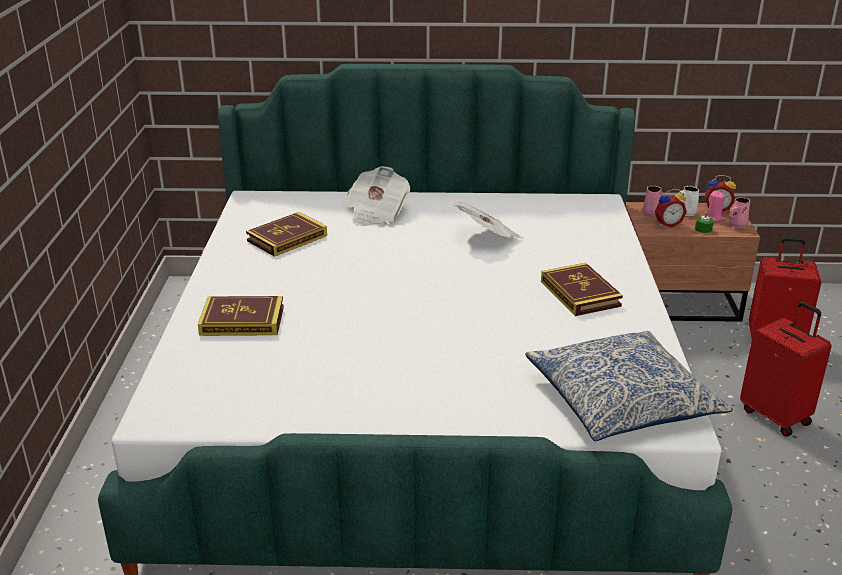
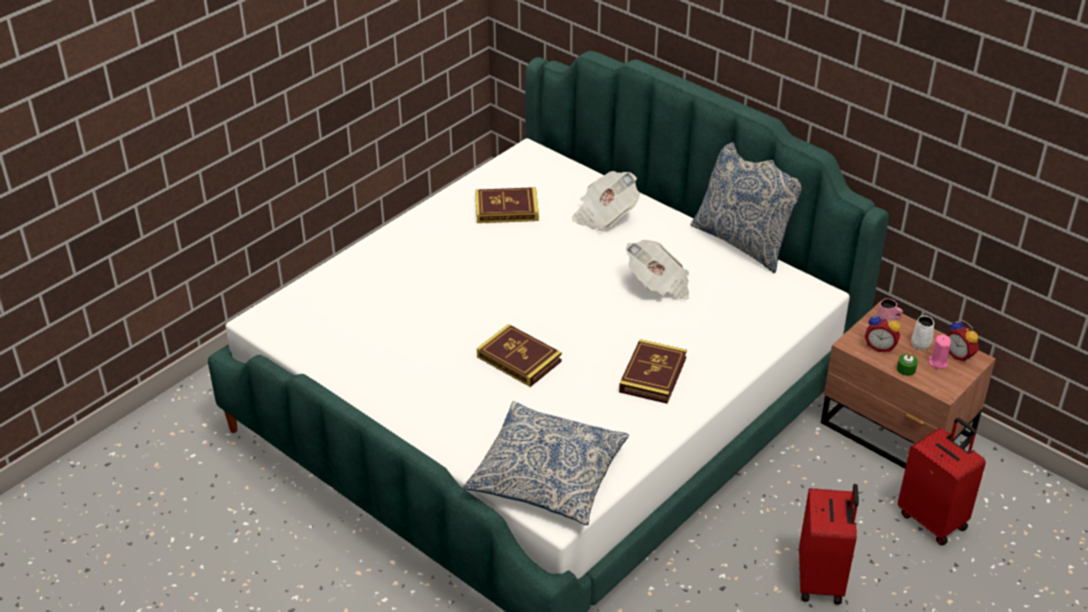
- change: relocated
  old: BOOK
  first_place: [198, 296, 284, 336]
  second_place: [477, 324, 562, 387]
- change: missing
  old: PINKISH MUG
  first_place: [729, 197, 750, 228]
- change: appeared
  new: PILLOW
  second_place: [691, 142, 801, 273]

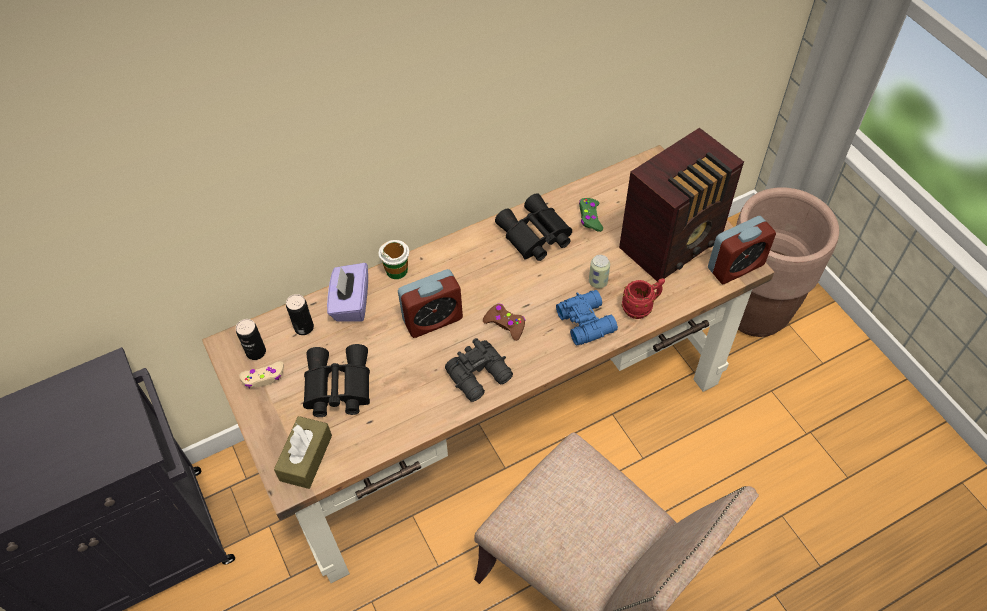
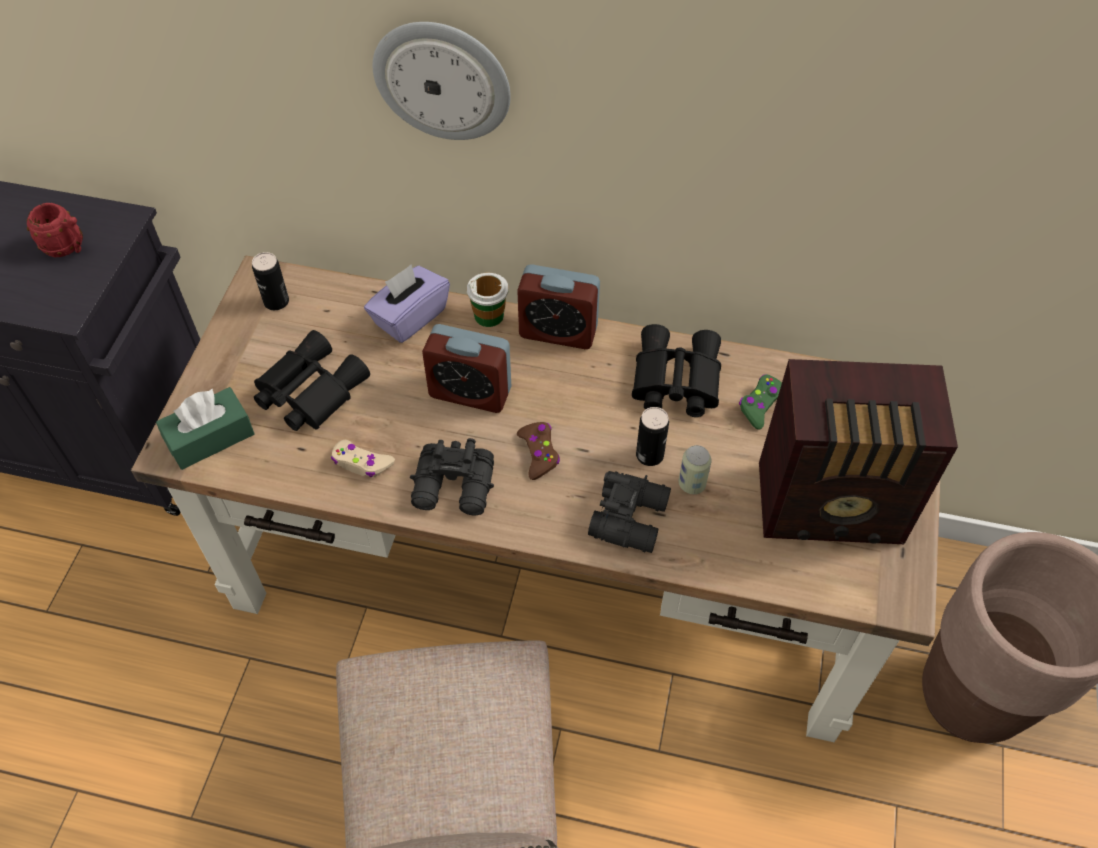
- change: relocated
  old: BEIGE GAME CONTROLLER
  first_place: [239, 361, 284, 388]
  second_place: [331, 440, 395, 477]
- change: colour
  old: BROWN-COLOURED TISSUE BOX
  new: GREEN TISSUE BOX
  first_place: [274, 416, 332, 489]
  second_place: [156, 387, 255, 470]
- change: relocated
  old: METAL CAN
  first_place: [286, 294, 314, 335]
  second_place: [636, 407, 669, 466]
- change: colour
  old: BLUE PAIR OF BINOCULARS
  new: BLACK-COLOURED PAIR OF BINOCULARS
  first_place: [556, 290, 618, 345]
  second_place: [588, 471, 671, 553]
- change: relocated
  old: RED-COLOURED MUG
  first_place: [622, 278, 665, 319]
  second_place: [27, 203, 83, 257]
- change: relocated
  old: ALARM CLOCK
  first_place: [708, 216, 776, 284]
  second_place: [517, 264, 600, 349]
- change: appeared
  new: CLOCK ON THE WALL
  second_place: [373, 22, 511, 140]

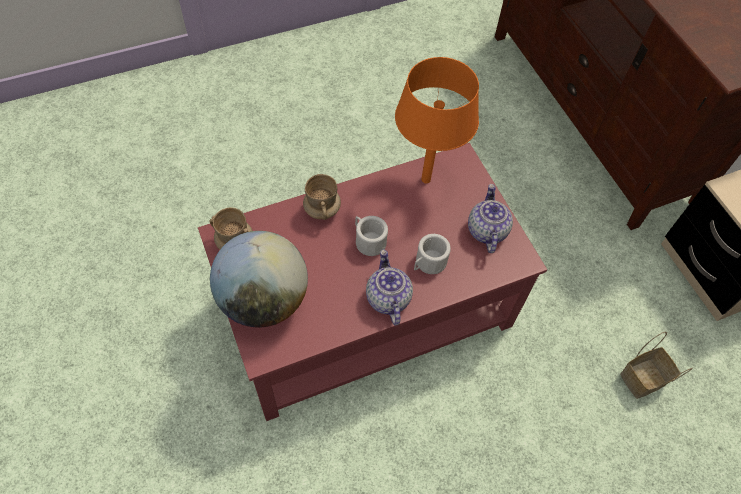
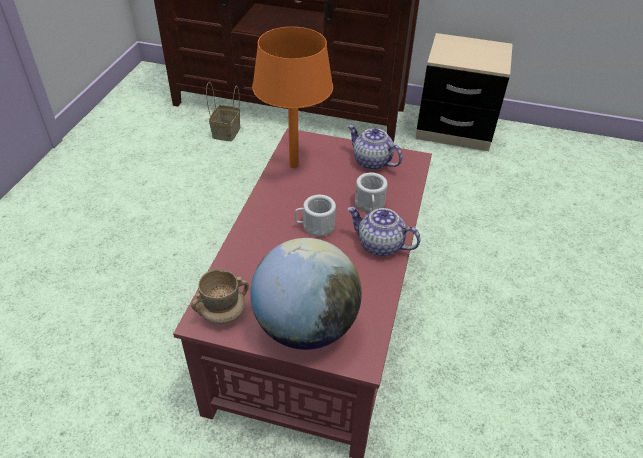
- change: missing
  old: BEIGE MUG
  first_place: [303, 174, 341, 220]
- change: relocated
  old: HOUSEHOLD BASKET
  first_place: [620, 332, 693, 399]
  second_place: [206, 82, 240, 141]

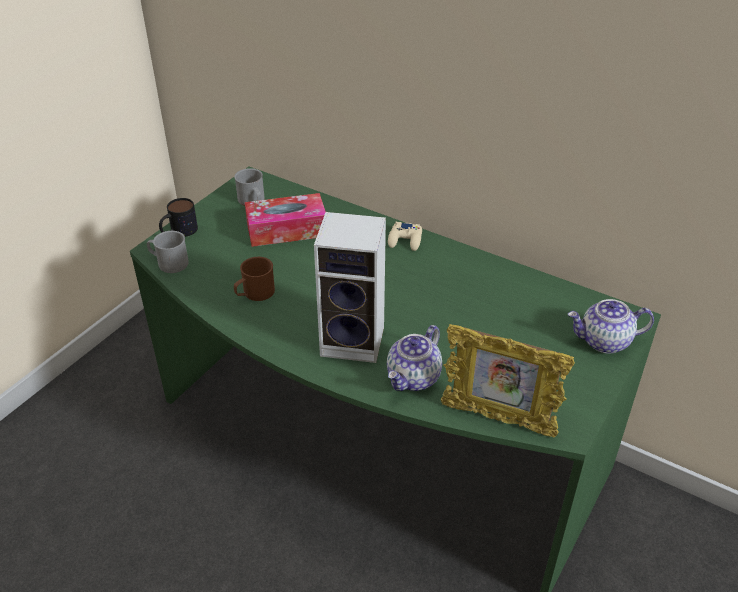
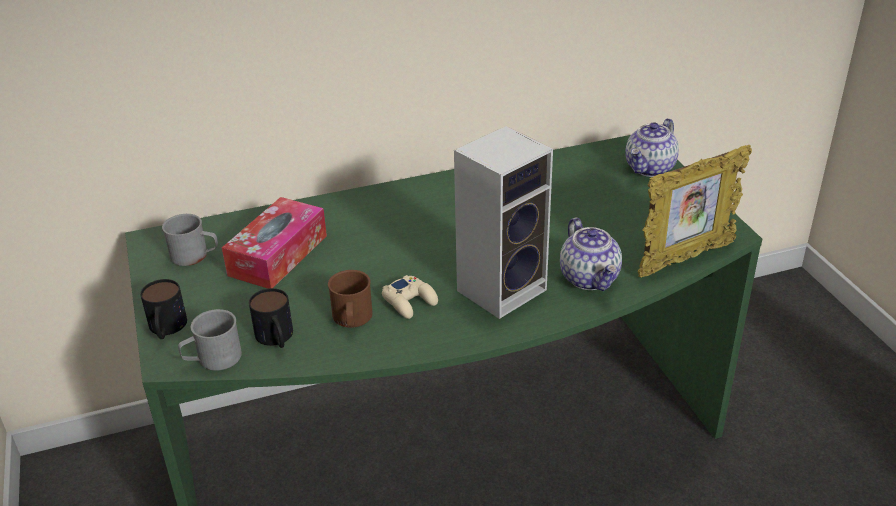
- change: relocated
  old: BEIGE GAME CONTROLLER
  first_place: [388, 221, 422, 251]
  second_place: [382, 275, 438, 319]
- change: appeared
  new: MUG
  second_place: [249, 288, 293, 348]

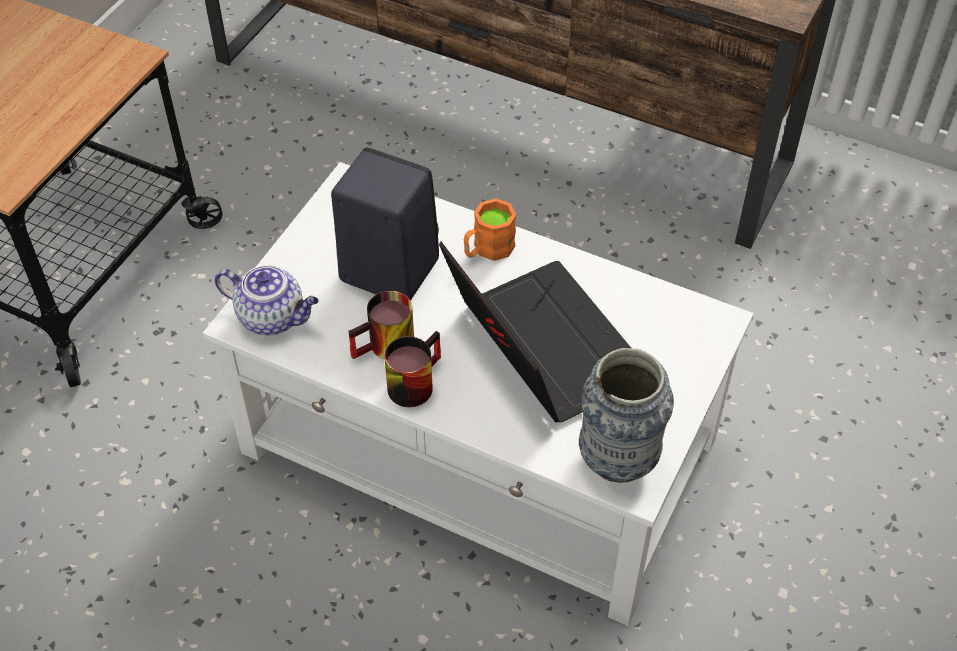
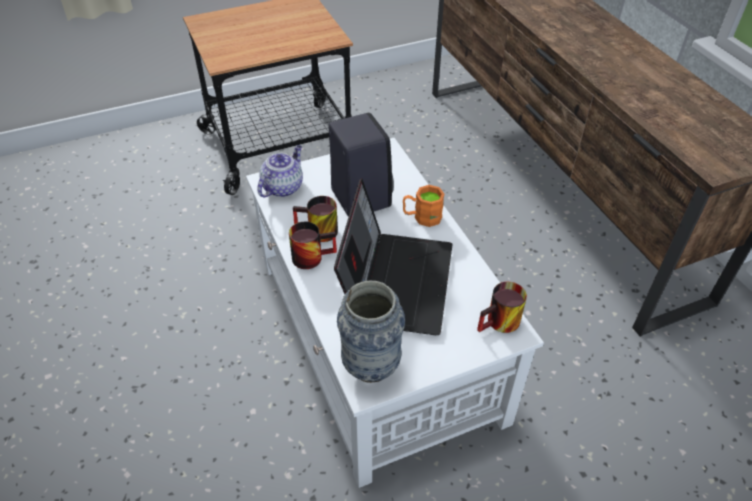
- change: spun
  old: TEAPOT
  first_place: [215, 265, 319, 335]
  second_place: [257, 145, 303, 197]
  degrees: -120
- change: appeared
  new: MUG
  second_place: [477, 282, 527, 333]

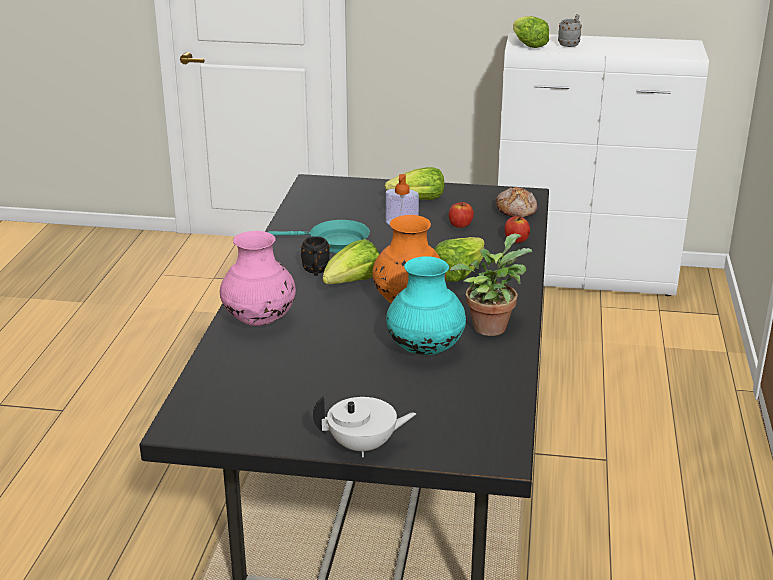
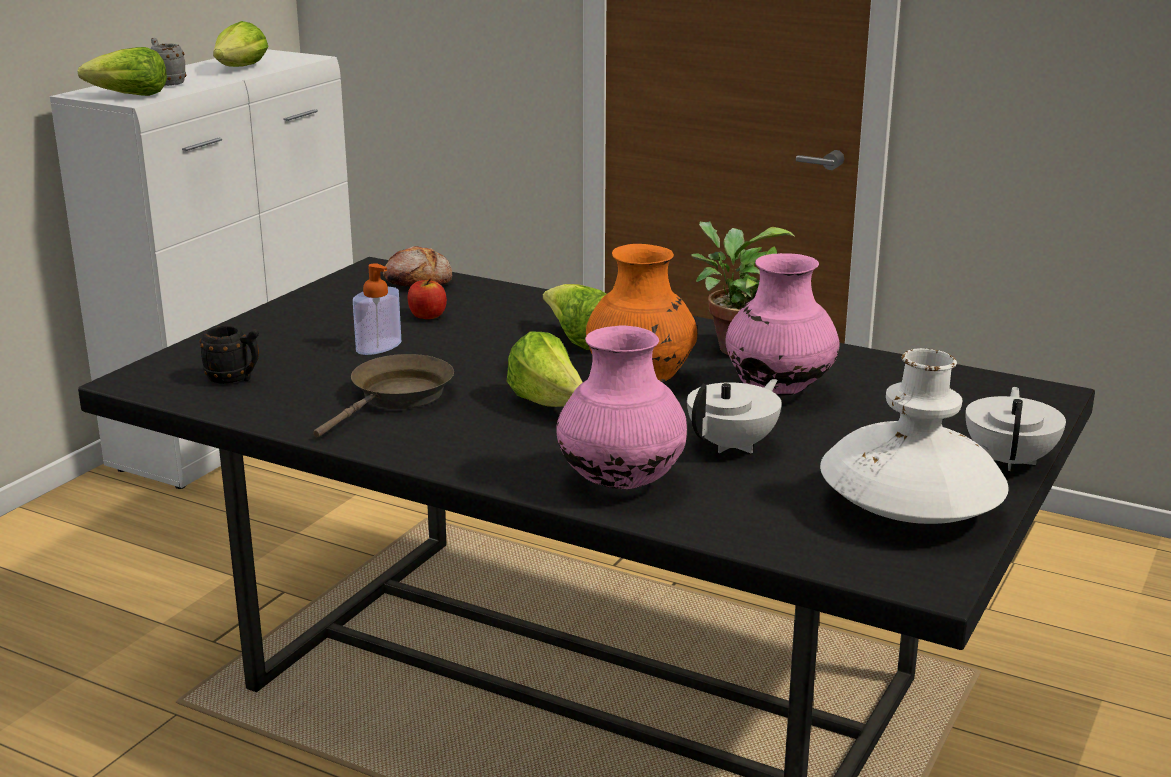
- change: colour
  old: TURQUOISE-COLOURED PAN
  new: BROWN-COLOURED PAN
  first_place: [268, 220, 370, 253]
  second_place: [313, 354, 454, 437]
- change: relocated
  old: BLACK-COLOURED MUG
  first_place: [301, 236, 330, 276]
  second_place: [200, 325, 259, 384]
- change: relocated
  old: HEAD OF LETTUCE
  first_place: [385, 167, 444, 200]
  second_place: [213, 21, 269, 67]
- change: colour
  old: TURQUOISE-COLOURED DECORATIVE VASE
  new: PINKISH DECORATIVE VASE
  first_place: [386, 256, 466, 355]
  second_place: [725, 253, 840, 396]
- change: missing
  old: WHOLE APPLE
  first_place: [505, 216, 530, 243]
- change: appeared
  new: WHITISH TEAPOT
  second_place: [687, 379, 782, 454]
- change: appeared
  new: WHITISH DECORATIVE VASE
  second_place: [820, 348, 1008, 524]

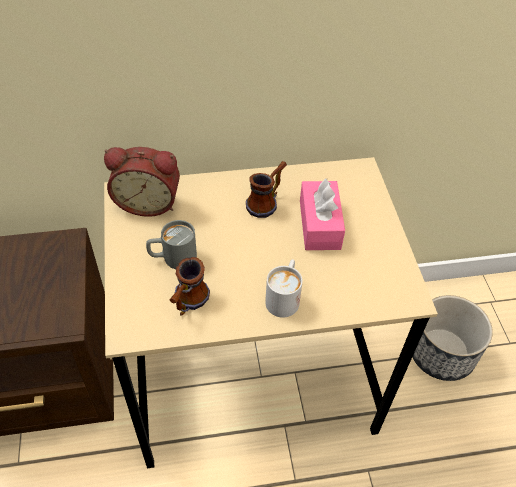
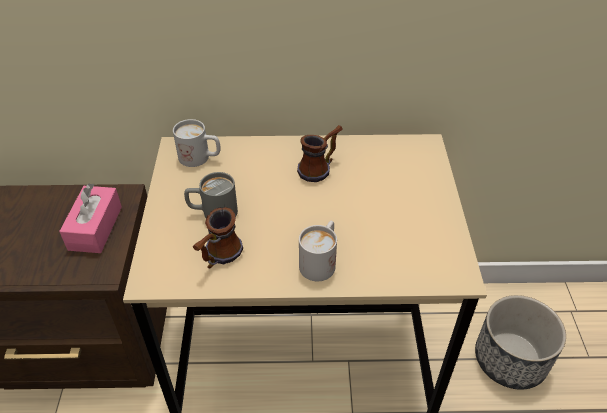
- change: exchanged
  old: ALARM CLOCK
  new: WHITISH MUG
  first_place: [104, 147, 180, 217]
  second_place: [173, 119, 221, 167]
- change: relocated
  old: PINKISH TISSUE BOX
  first_place: [300, 178, 345, 250]
  second_place: [59, 183, 122, 253]

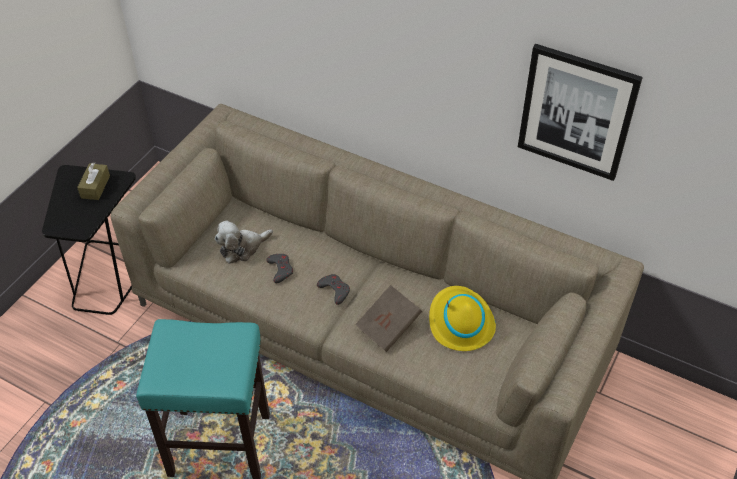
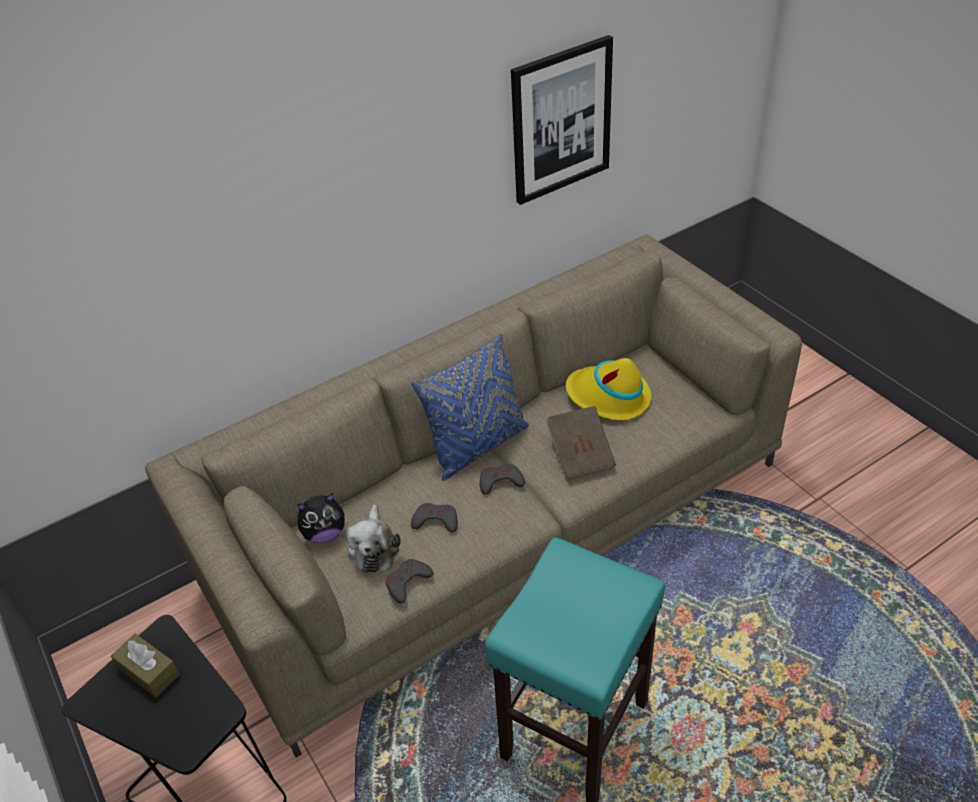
- change: appeared
  new: SOFT TOY
  second_place: [298, 493, 345, 543]
- change: appeared
  new: GREY GAME CONTROLLER
  second_place: [386, 559, 434, 604]
- change: appeared
  new: BLUE PILLOW
  second_place: [411, 334, 529, 481]

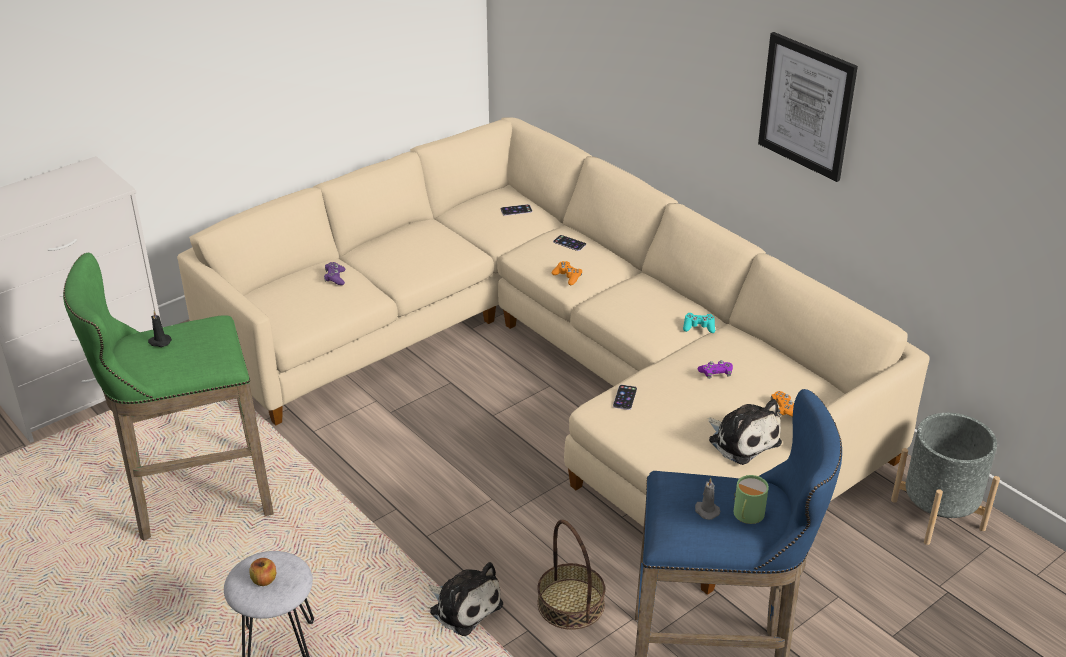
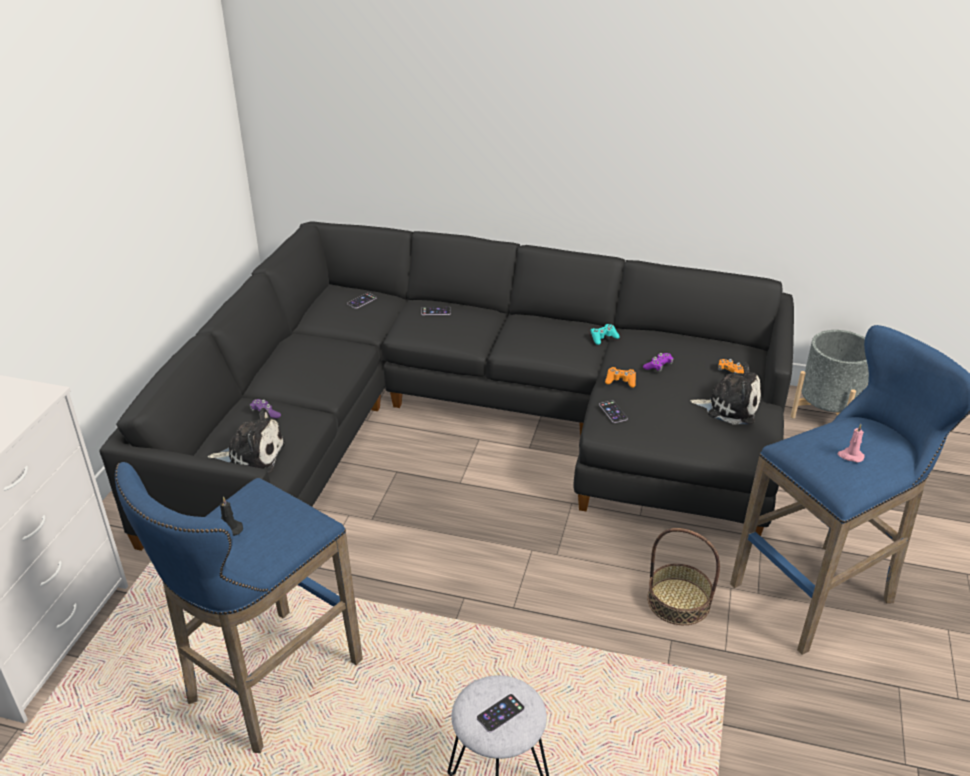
- change: colour
  old: GREEN SITTING STOOL
  new: BLUE SITTING STOOL
  first_place: [63, 253, 274, 541]
  second_place: [115, 462, 363, 753]
- change: colour
  old: BEIGE COUCH
  new: BLACK-COLOURED COUCH
  first_place: [177, 118, 930, 595]
  second_place: [100, 221, 794, 551]
- change: exchanged
  old: WHOLE APPLE
  new: HANDSET
  first_place: [249, 558, 276, 586]
  second_place: [477, 694, 525, 733]
- change: relocated
  old: SOFT TOY
  first_place: [428, 562, 503, 636]
  second_place: [208, 408, 286, 474]
- change: relocated
  old: ORANGEY GAME CONTROLLER
  first_place: [552, 261, 582, 285]
  second_place: [605, 367, 636, 388]
- change: colour
  old: GREY WAX LIGHT
  new: PINKISH WAX LIGHT
  first_place: [695, 478, 720, 520]
  second_place: [837, 424, 865, 462]
- change: missing
  old: GREEN MUG
  first_place: [734, 475, 769, 524]
- change: missing
  old: WALL PICTURE
  first_place: [758, 32, 858, 182]

